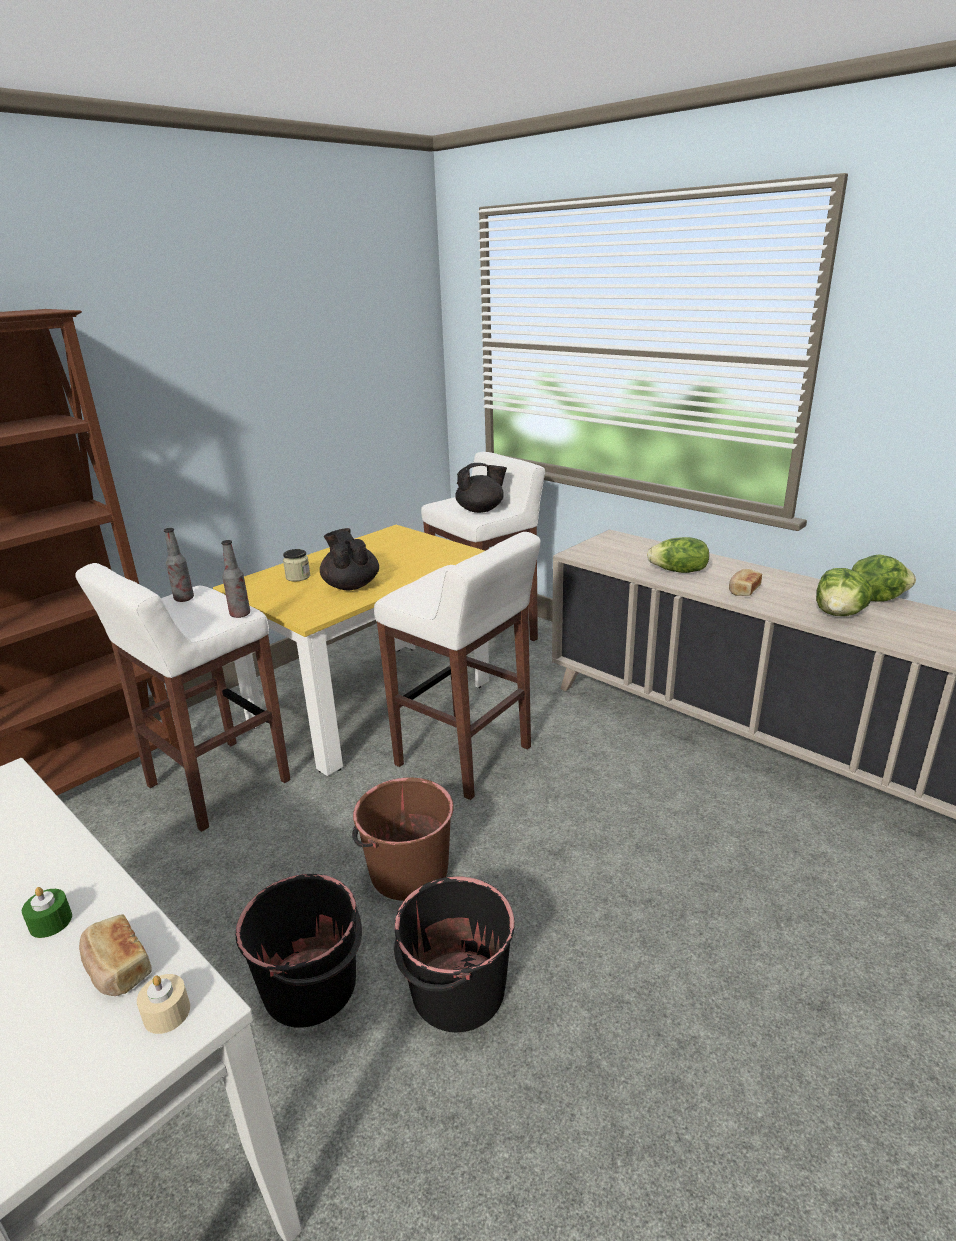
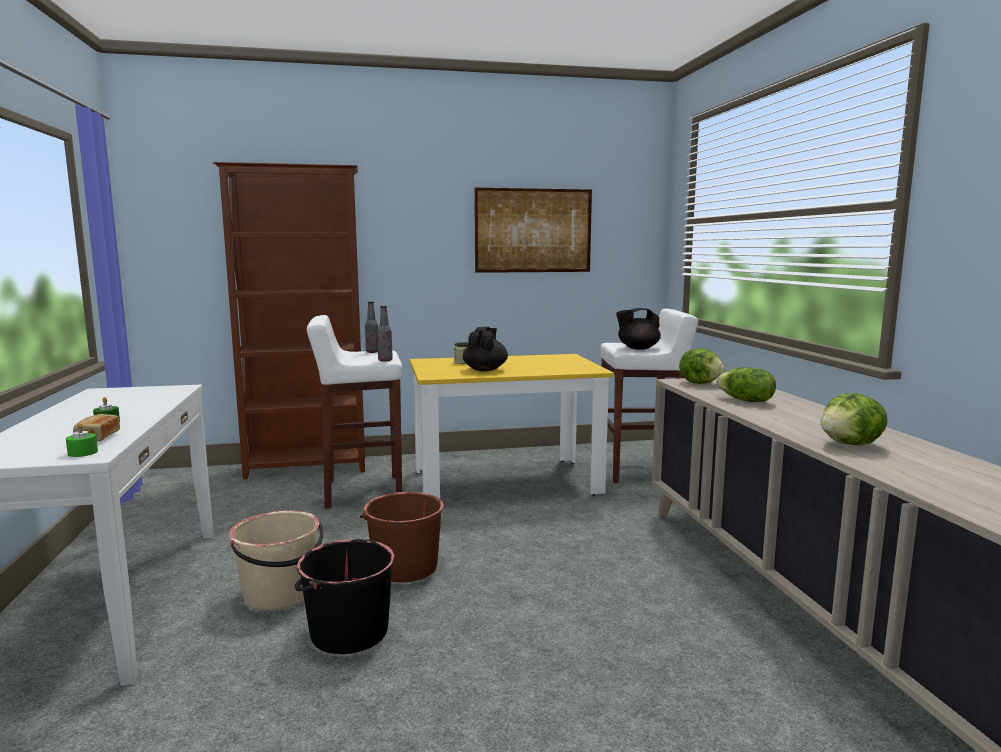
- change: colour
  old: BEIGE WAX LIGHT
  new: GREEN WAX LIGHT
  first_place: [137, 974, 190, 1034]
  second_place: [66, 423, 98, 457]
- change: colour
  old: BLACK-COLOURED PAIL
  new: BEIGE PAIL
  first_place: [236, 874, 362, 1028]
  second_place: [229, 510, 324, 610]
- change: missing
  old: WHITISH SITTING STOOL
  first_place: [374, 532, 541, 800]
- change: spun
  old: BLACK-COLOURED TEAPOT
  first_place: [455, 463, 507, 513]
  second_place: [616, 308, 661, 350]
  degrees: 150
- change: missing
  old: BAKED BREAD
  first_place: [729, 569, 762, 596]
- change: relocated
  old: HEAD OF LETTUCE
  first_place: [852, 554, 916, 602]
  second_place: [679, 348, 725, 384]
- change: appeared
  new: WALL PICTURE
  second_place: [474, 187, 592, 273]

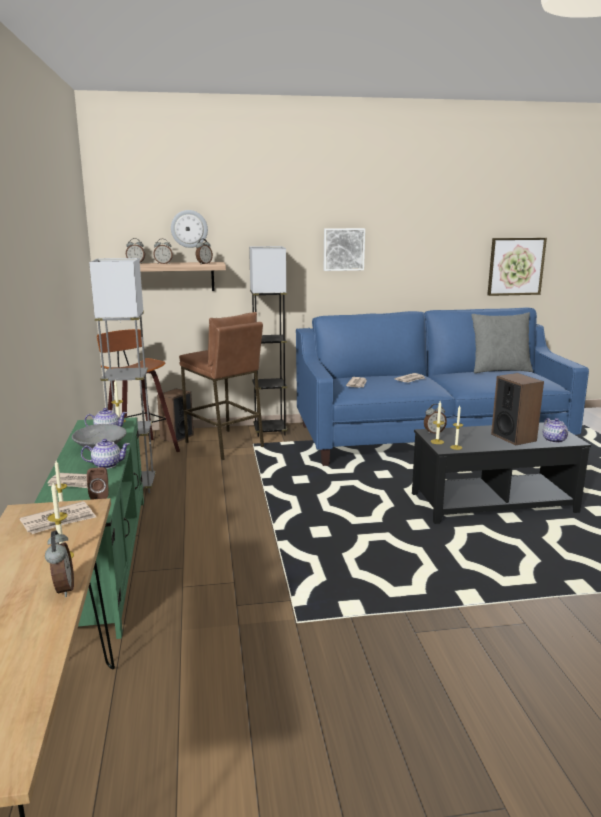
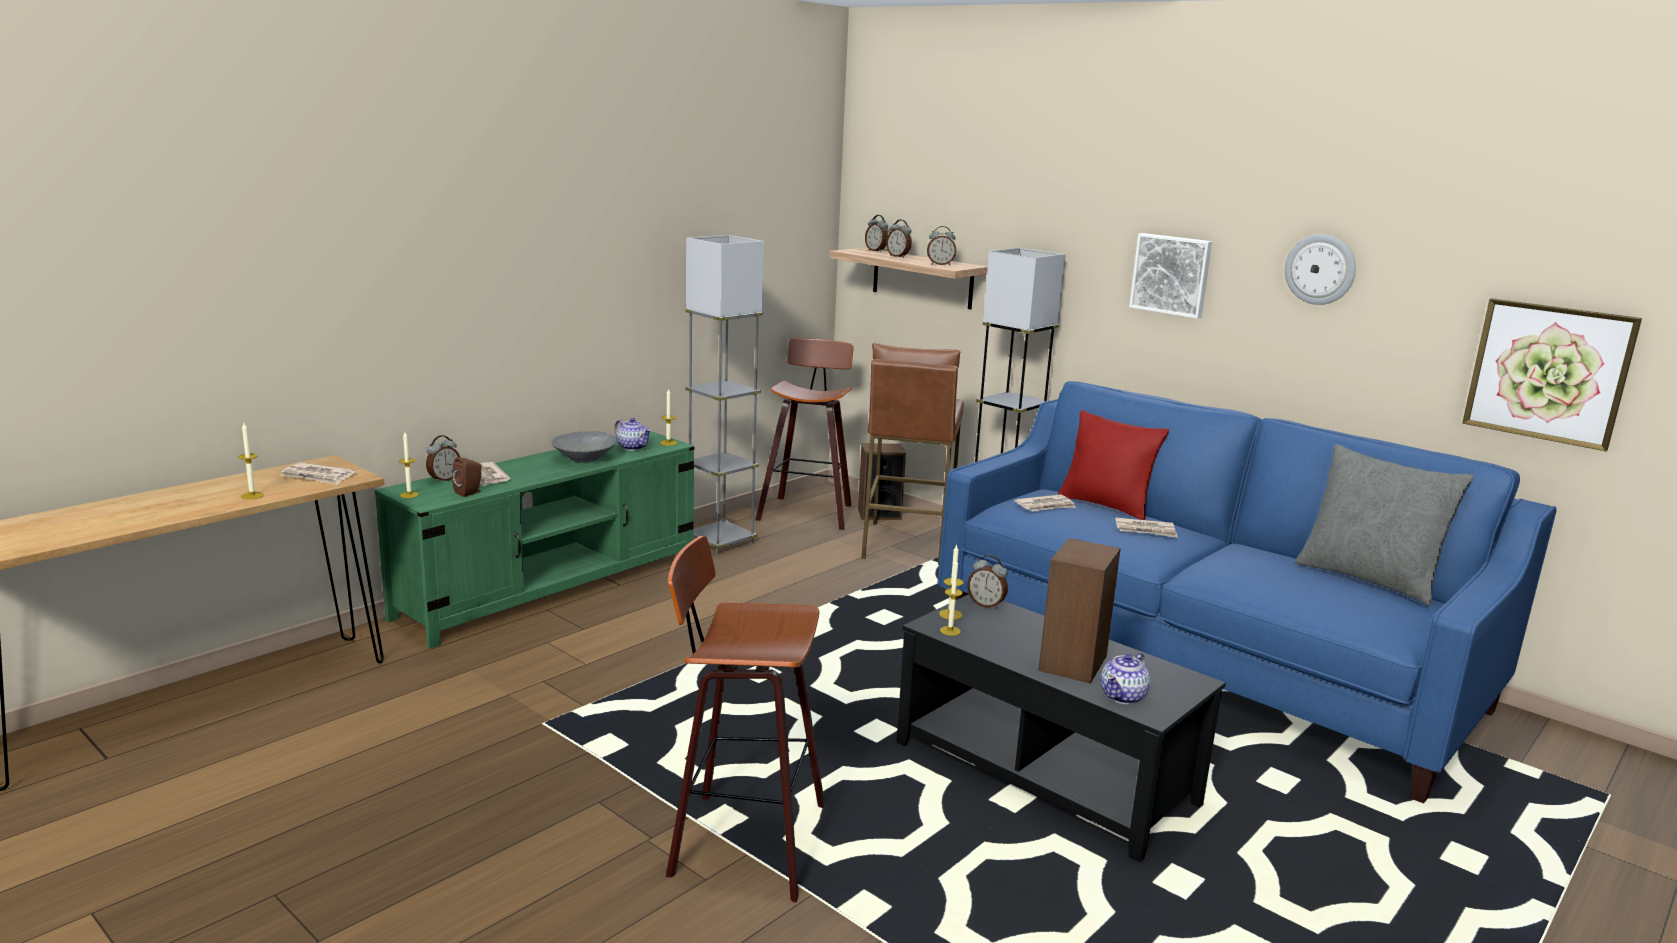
- change: relocated
  old: ALARM CLOCK
  first_place: [45, 531, 74, 597]
  second_place: [426, 435, 460, 483]
- change: missing
  old: TEAPOT
  first_place: [81, 439, 129, 469]
- change: relocated
  old: CLOCK ON THE WALL
  first_place: [171, 210, 208, 248]
  second_place: [1285, 234, 1356, 305]
- change: appeared
  new: SITTING STOOL
  second_place: [666, 536, 825, 902]
- change: appeared
  new: RED-COLOURED PILLOW
  second_place: [1057, 410, 1169, 520]

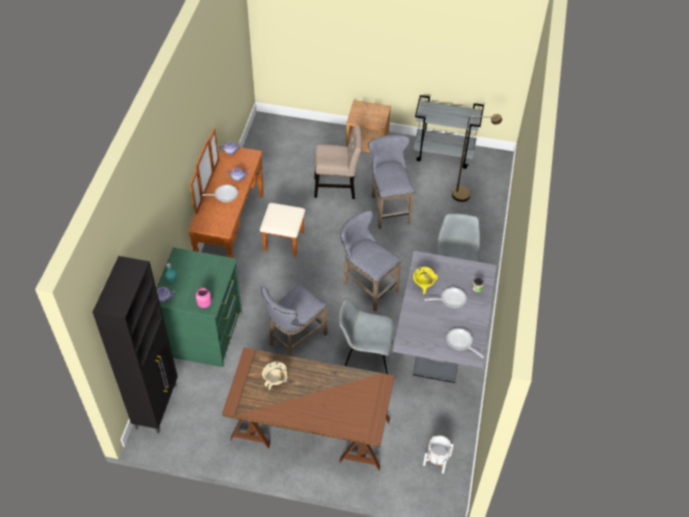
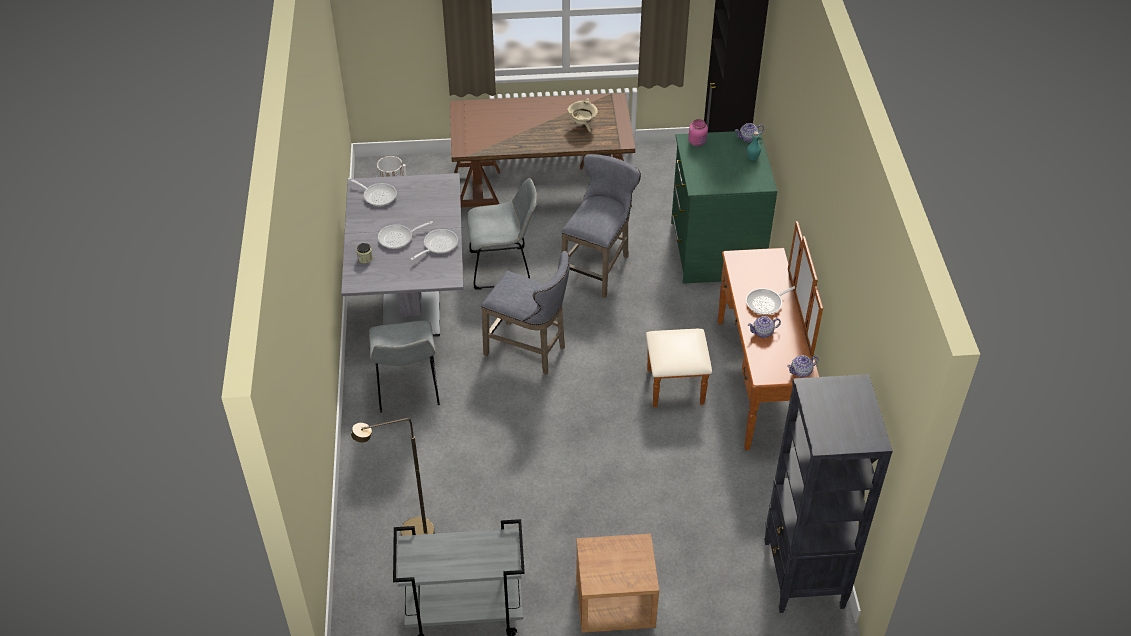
- change: missing
  old: BEIGE PLAIN CHAIR
  first_place: [314, 125, 362, 199]
- change: missing
  old: GREY SITTING STOOL
  first_place: [368, 135, 414, 229]
- change: exchanged
  old: YELLOW-COLOURED COOKING POT
  new: PAN
  first_place: [413, 267, 438, 295]
  second_place: [411, 229, 458, 260]
- change: appeared
  new: BLACK-COLOURED SHELVING UNIT
  second_place: [764, 374, 893, 613]

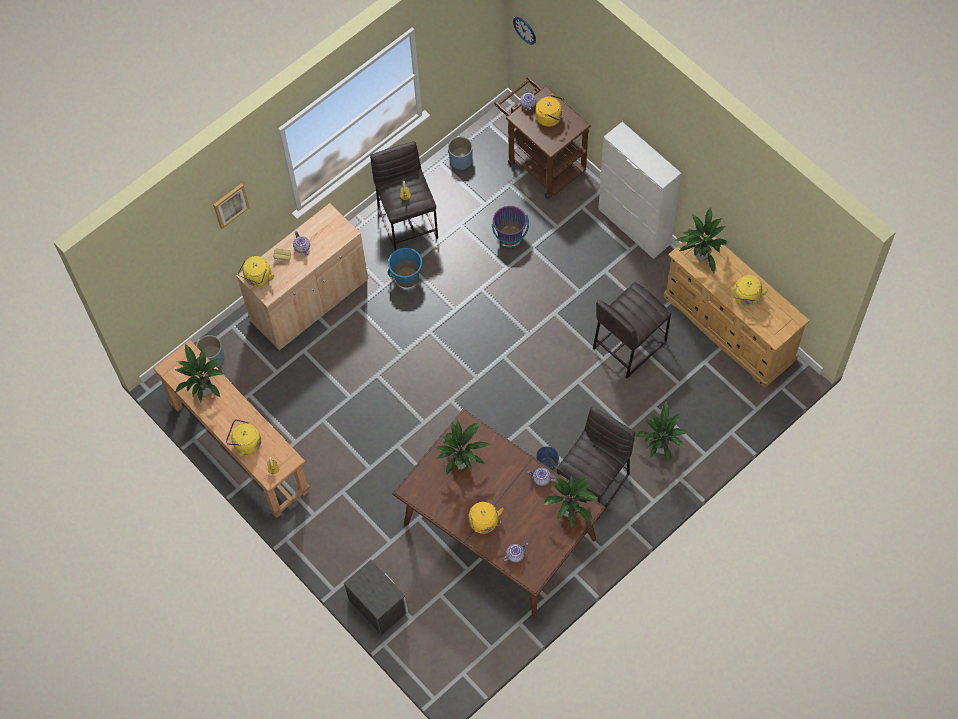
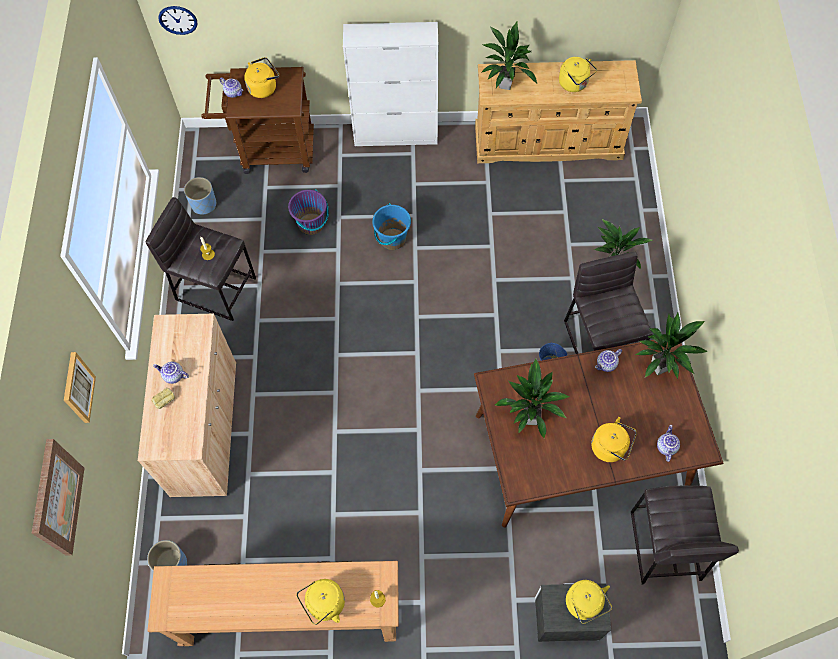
- change: missing
  old: PLANT IN A POT
  first_place: [174, 344, 225, 403]
- change: relocated
  old: YELLOW-COLOURED WATER KETTLE
  first_place: [238, 256, 274, 287]
  second_place: [566, 580, 612, 624]
- change: relocated
  old: BLUE PAIL
  first_place: [387, 248, 422, 288]
  second_place: [372, 203, 411, 250]
- change: relocated
  old: GREY SITTING STOOL
  first_place: [593, 282, 671, 378]
  second_place: [631, 485, 739, 584]
- change: appeared
  new: WALL PICTURE
  second_place: [32, 439, 84, 555]

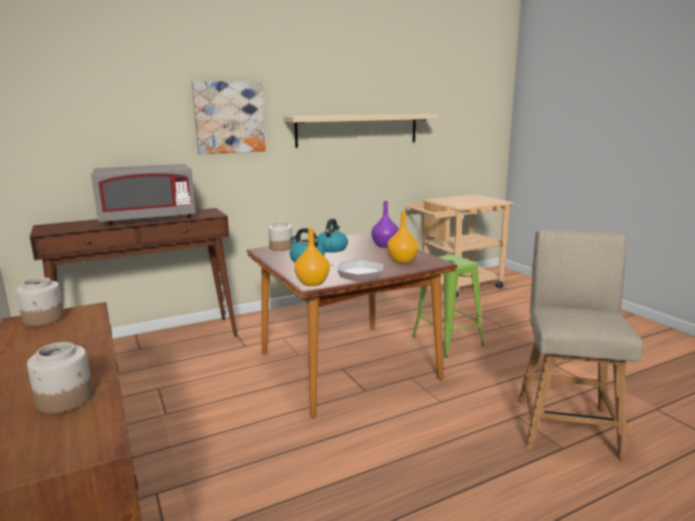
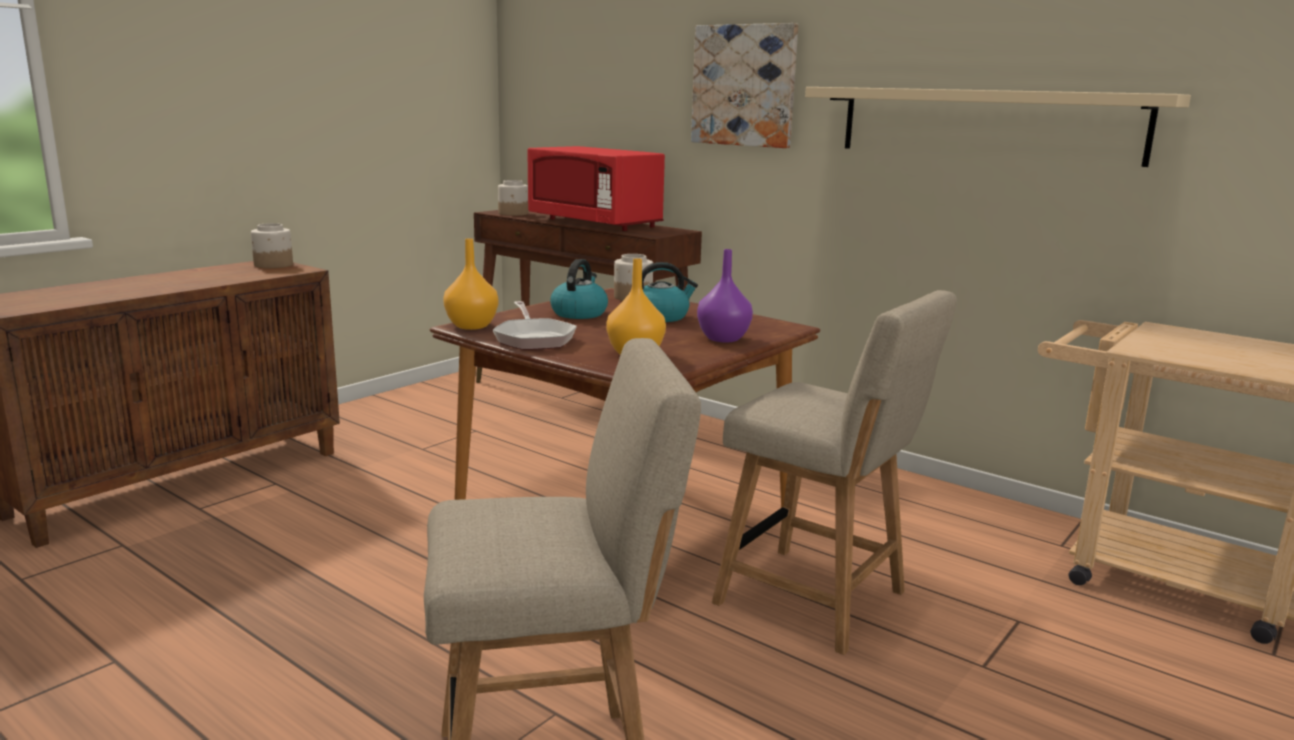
- change: relocated
  old: PRESERVE JAR
  first_place: [27, 342, 93, 414]
  second_place: [498, 180, 528, 216]
- change: colour
  old: GREY MICROWAVE OVEN
  new: RED-COLOURED MICROWAVE OVEN
  first_place: [91, 164, 196, 225]
  second_place: [527, 146, 665, 231]
- change: exchanged
  old: GREEN SITTING STOOL
  new: BEIGE PLAIN CHAIR
  first_place: [412, 254, 485, 357]
  second_place: [712, 290, 957, 655]

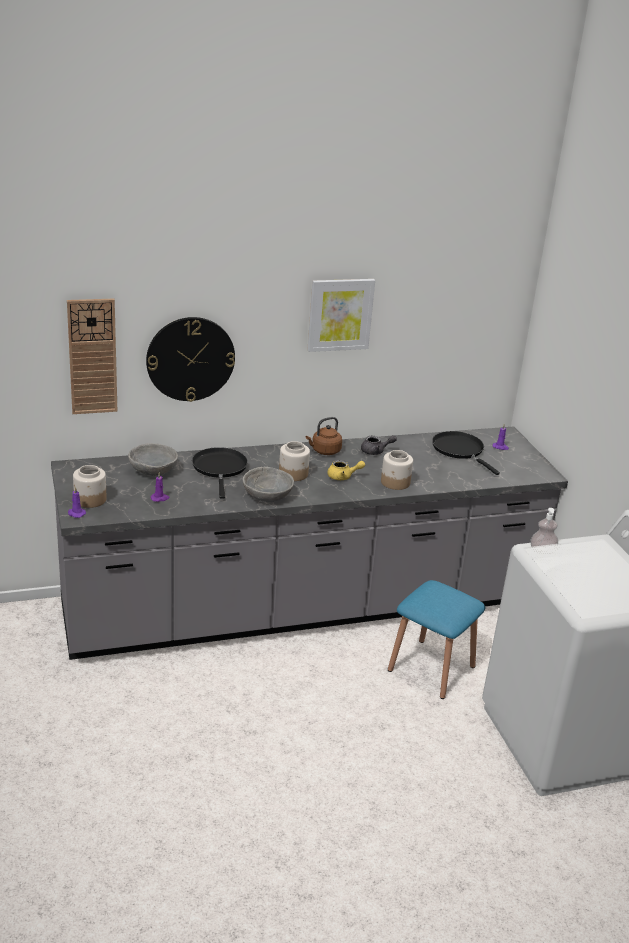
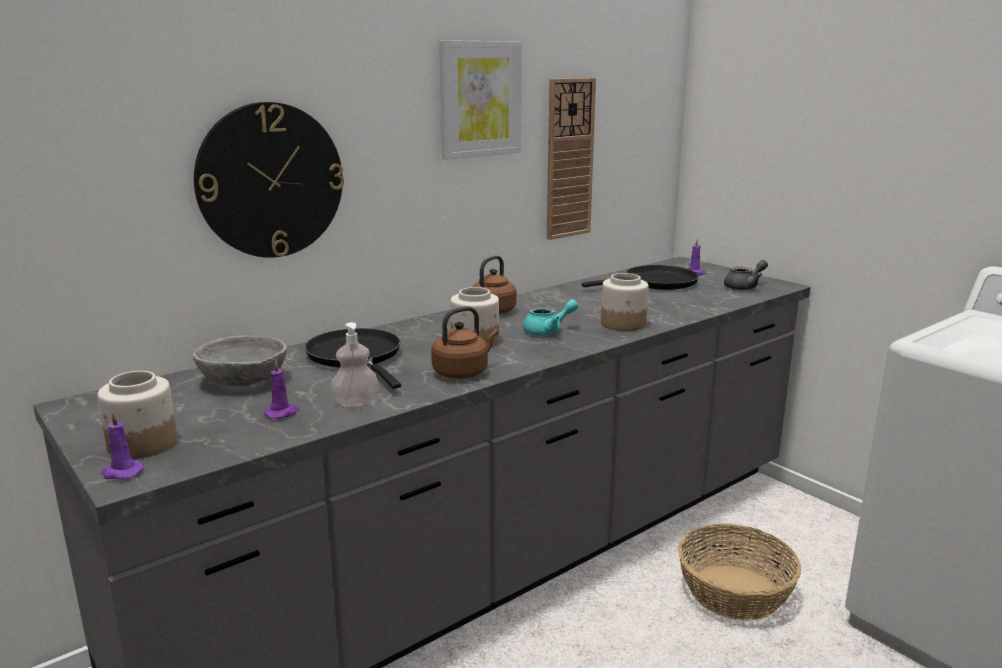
- change: relocated
  old: CLOCK ON THE WALL
  first_place: [67, 298, 117, 414]
  second_place: [547, 78, 596, 240]
- change: exchanged
  old: GREY SERVING BOWL
  new: BROWN-COLOURED WATER KETTLE
  first_place: [243, 467, 294, 502]
  second_place: [431, 306, 498, 379]
- change: colour
  old: YELLOW-COLOURED TEAPOT
  new: TURQUOISE-COLOURED TEAPOT
  first_place: [327, 460, 365, 480]
  second_place: [523, 299, 578, 336]
- change: relocated
  old: GREY TEAPOT
  first_place: [361, 435, 397, 455]
  second_place: [724, 260, 768, 290]
- change: exchanged
  old: BLUE SITTING STOOL
  new: HOUSEHOLD BASKET
  first_place: [388, 580, 485, 699]
  second_place: [678, 524, 801, 621]
- change: spun
  old: BLACK-COLOURED PAN
  first_place: [432, 431, 500, 475]
  second_place: [581, 265, 699, 290]
  degrees: 120
- change: relocated
  old: SOAP DISPENSER
  first_place: [531, 508, 558, 553]
  second_place: [331, 322, 379, 407]

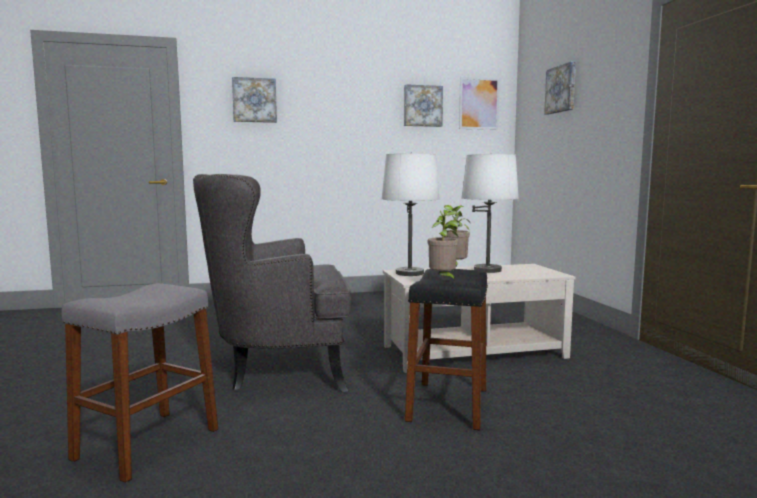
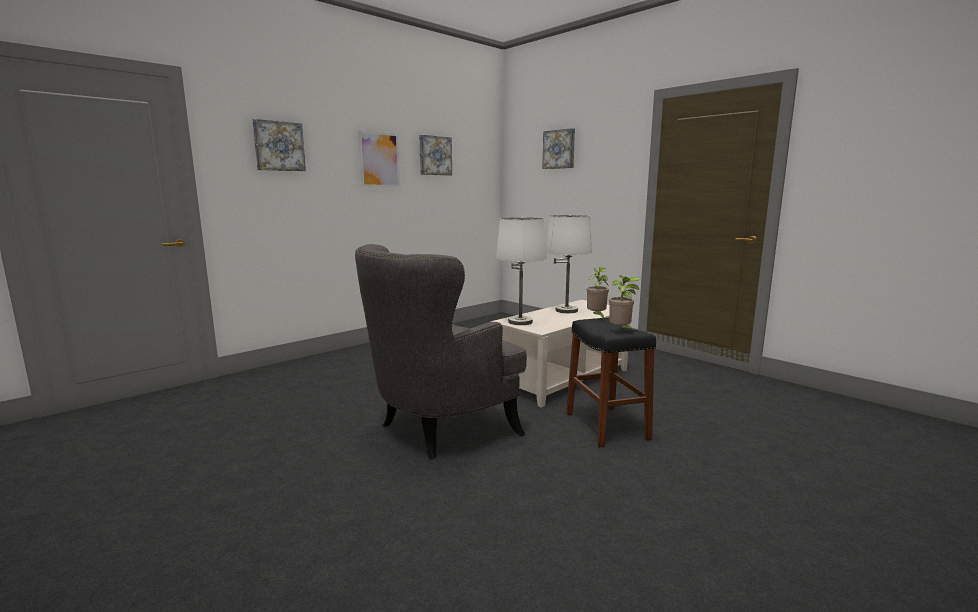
- change: missing
  old: GREY SITTING STOOL
  first_place: [61, 283, 218, 483]
- change: relocated
  old: WALL PICTURE
  first_place: [459, 77, 500, 130]
  second_place: [358, 130, 400, 187]

